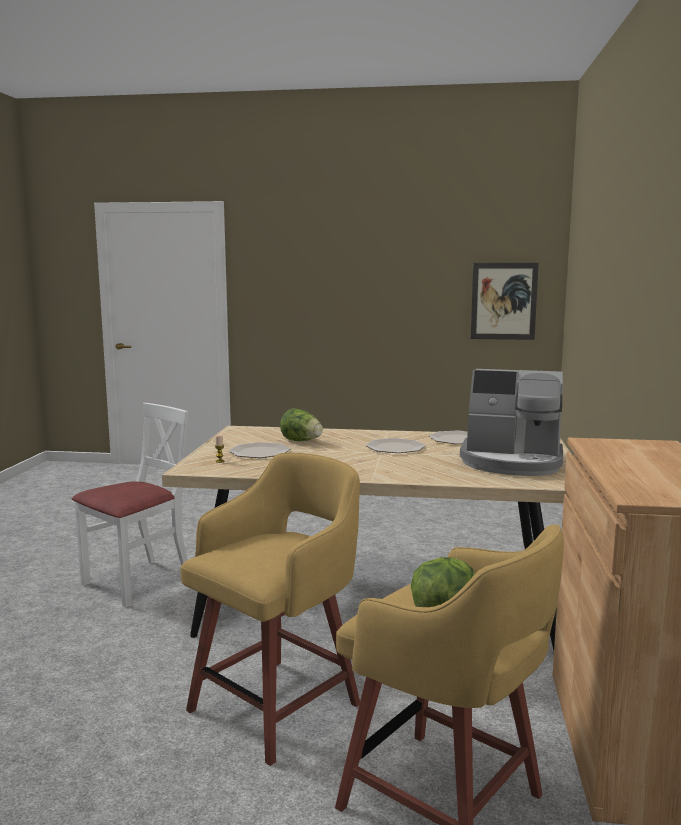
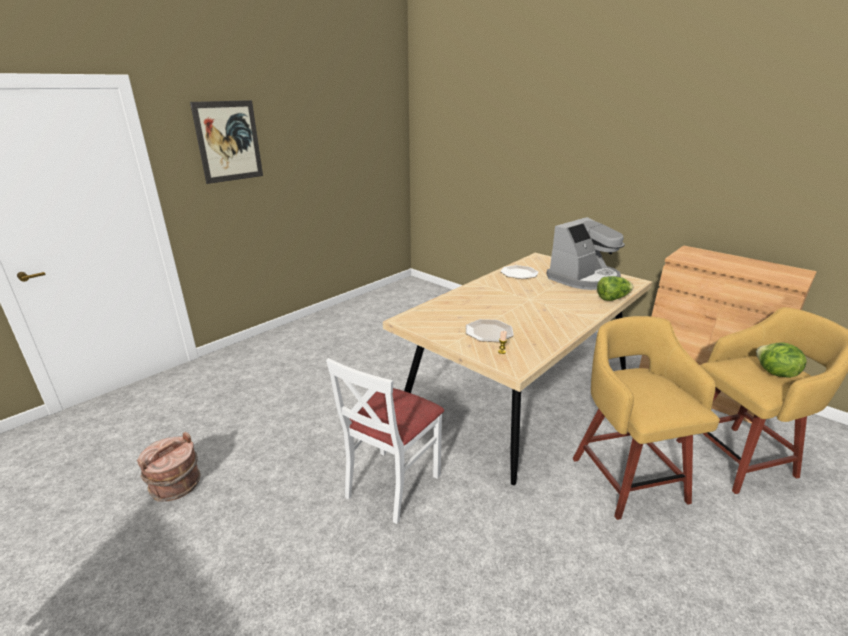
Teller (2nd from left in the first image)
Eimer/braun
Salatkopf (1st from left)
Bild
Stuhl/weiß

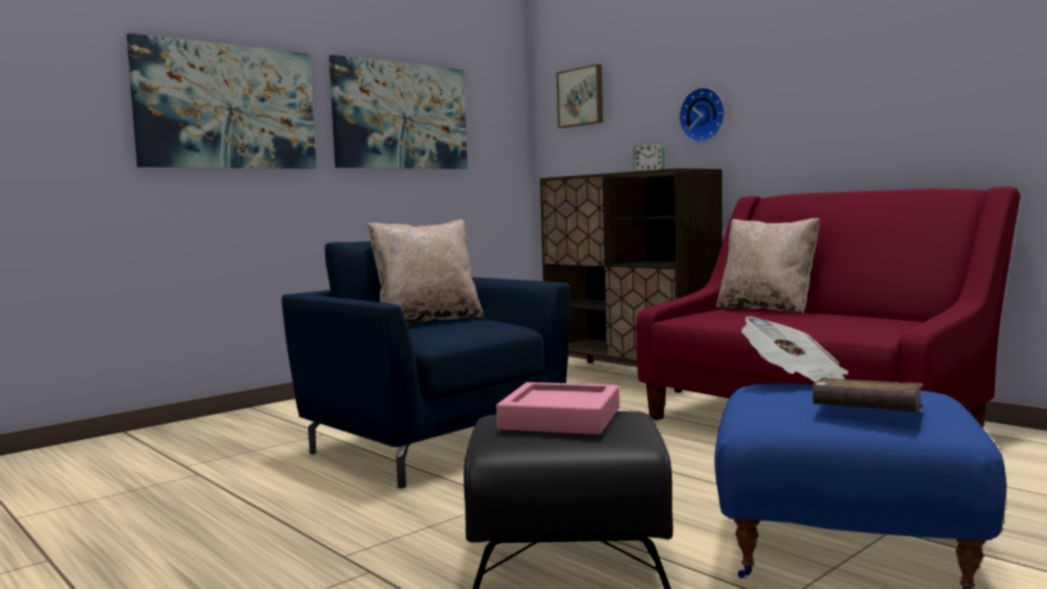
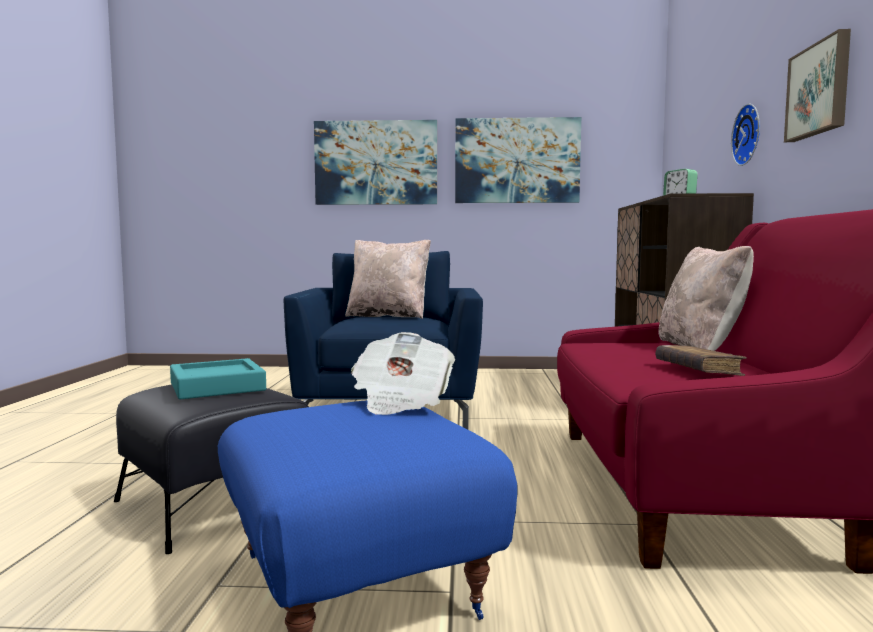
Bild (3rd from left)
Buch/braun
Tablett/türkis

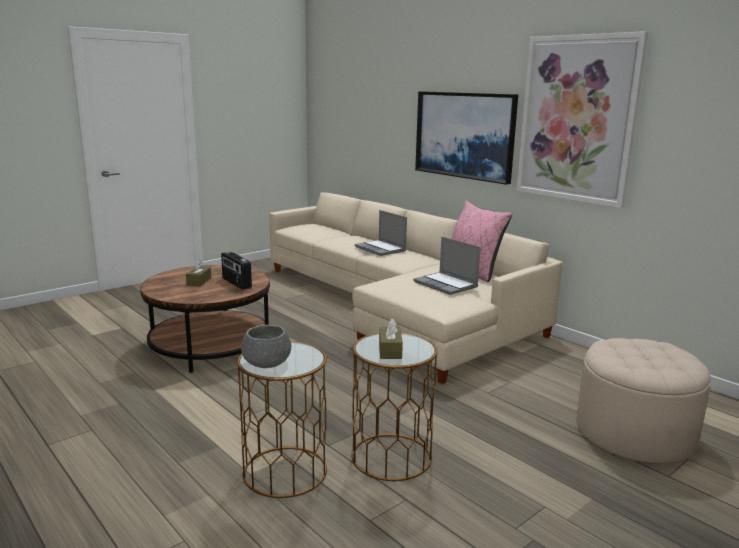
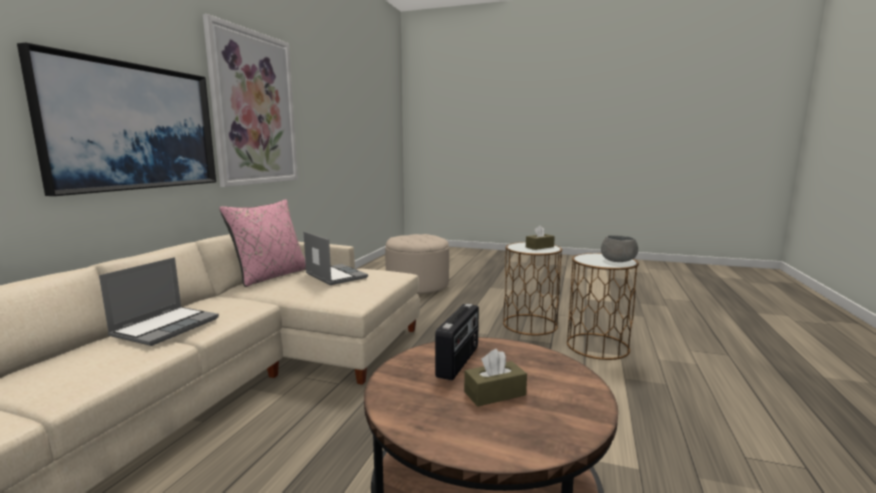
Laptop (2nd from left)

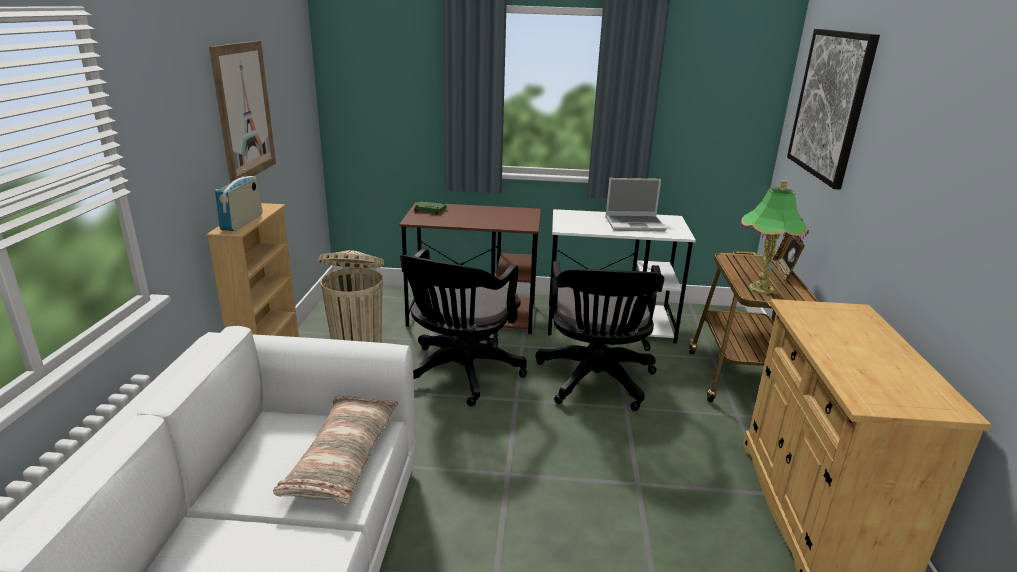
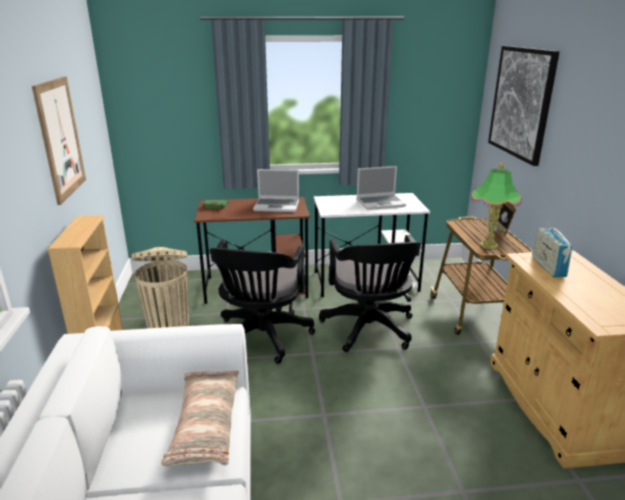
Laptop (1st from left)
Radio

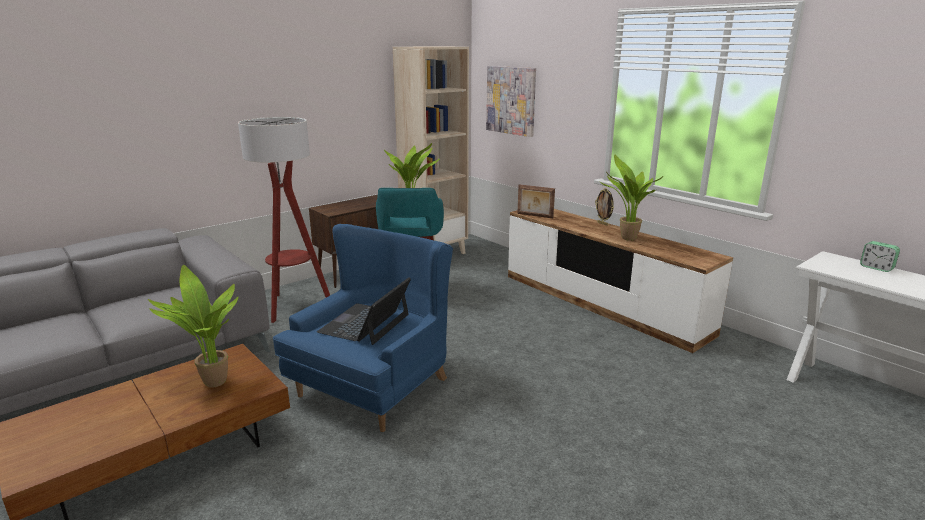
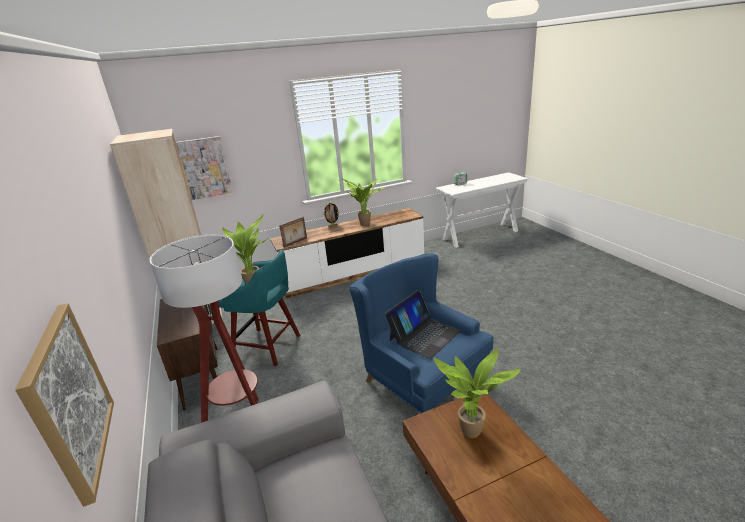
Bild (1st from left)
Laptop

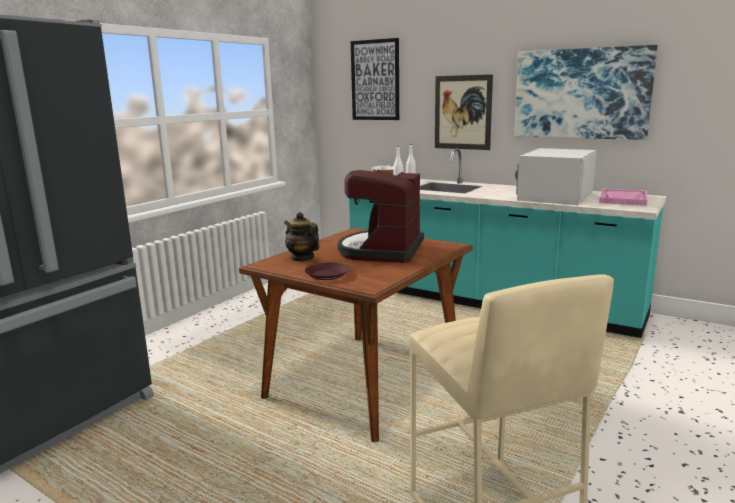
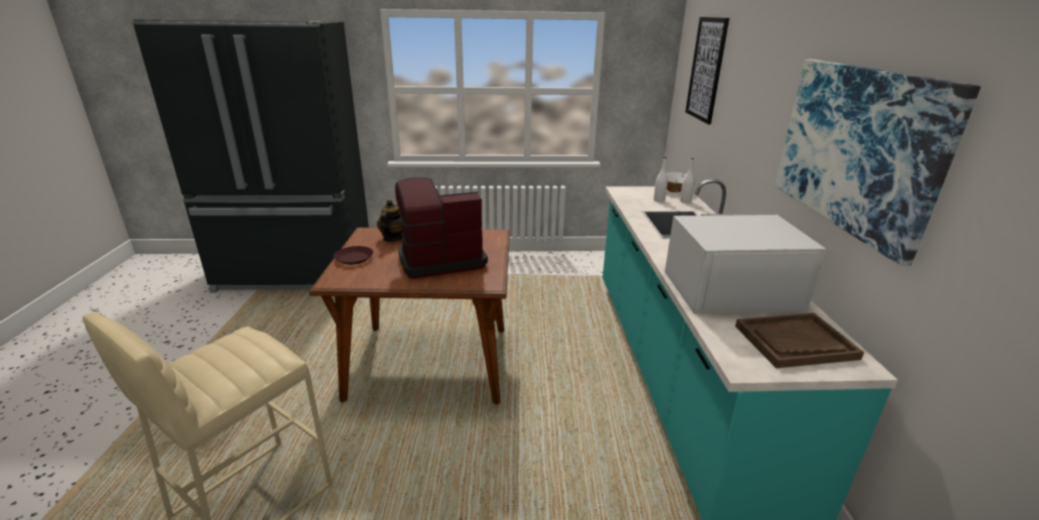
Bild (2nd from left in the first image)
Tablett/braun

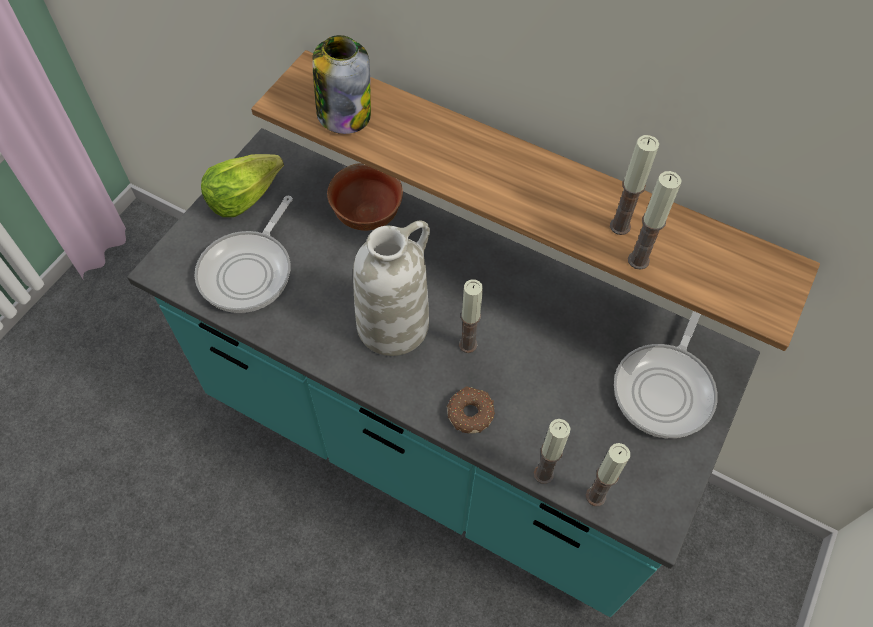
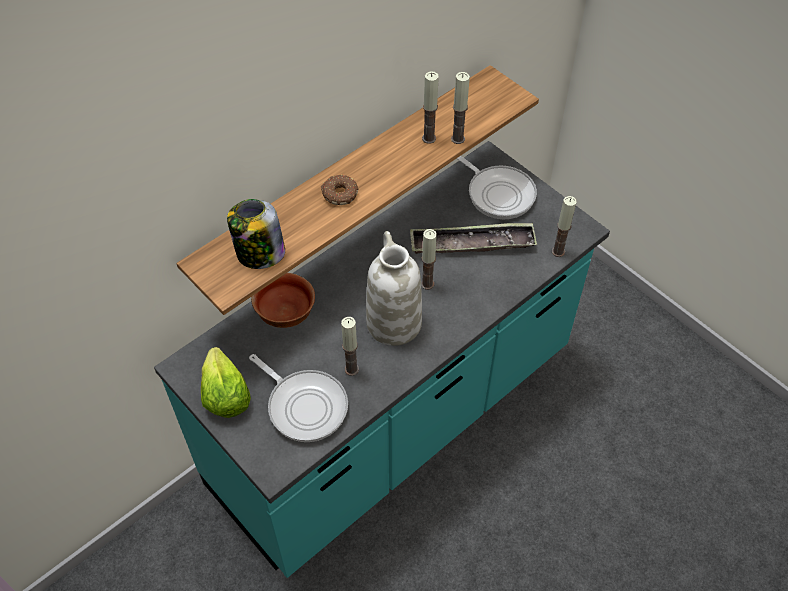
Tablett
Donut
Kerze (1st from left)

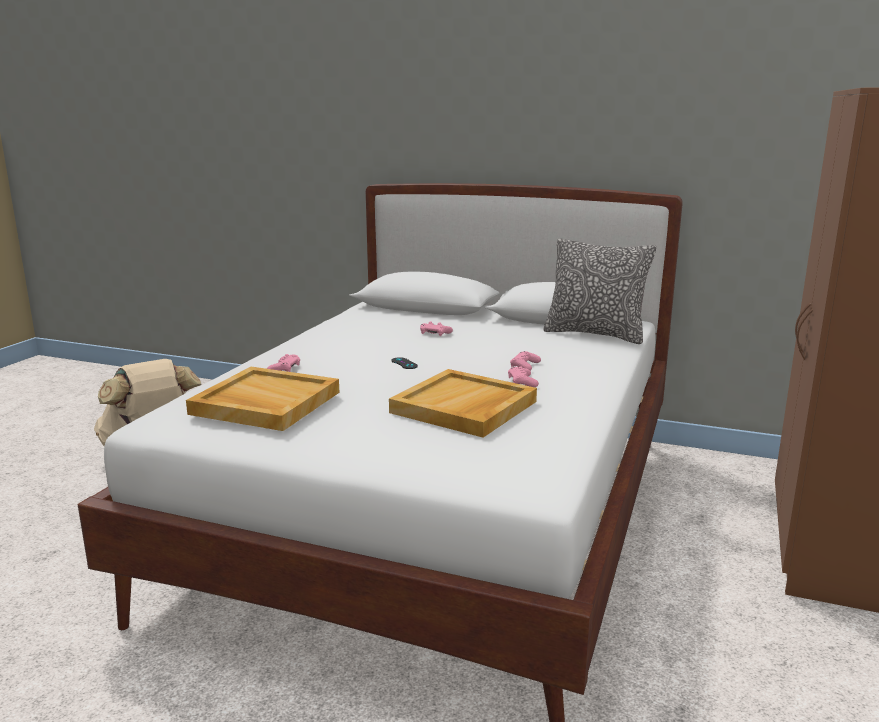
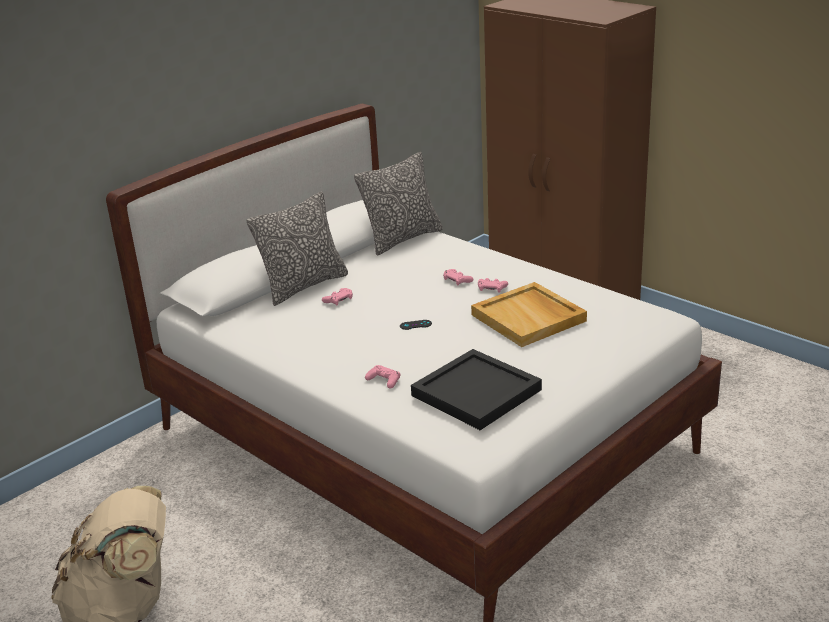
Kissen (1st from left)
Tablett/schwarz

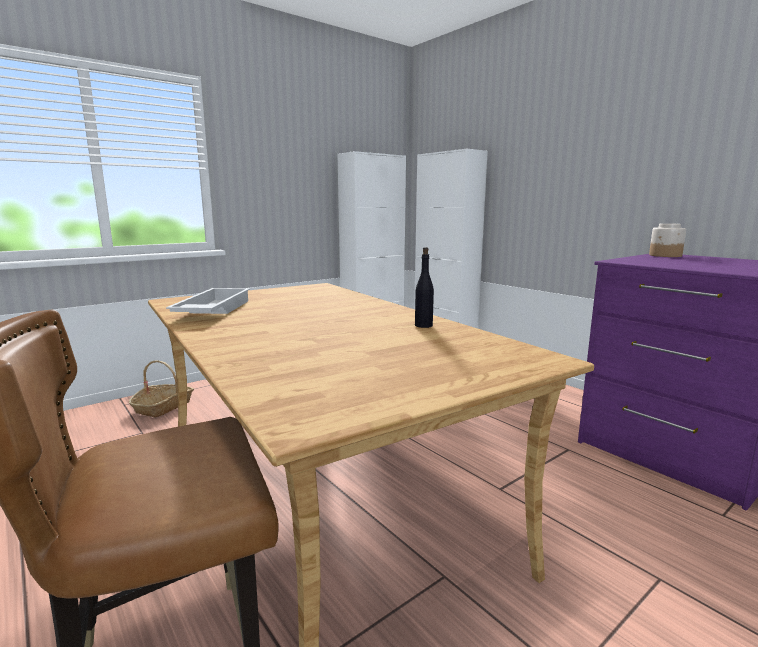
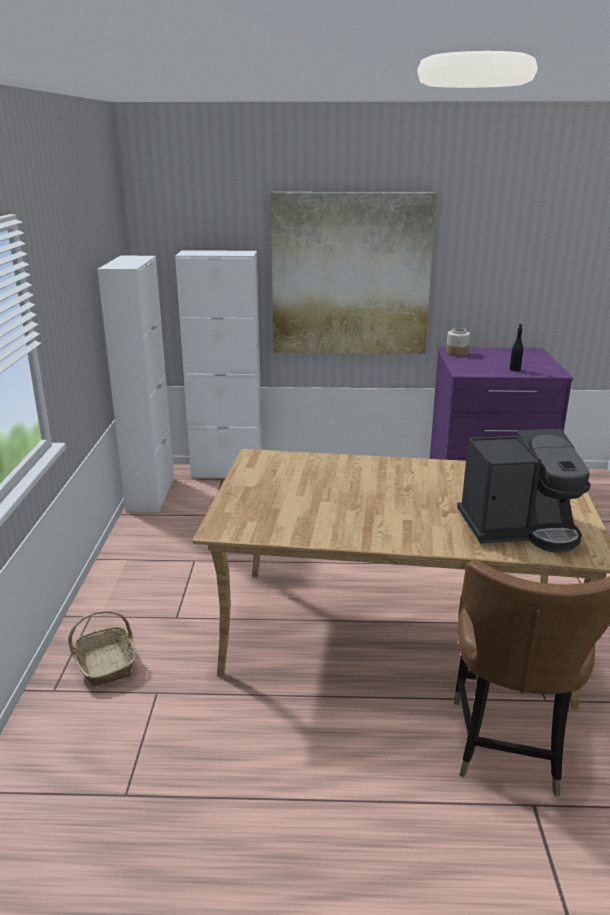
Tablett/weiß
Bild
Kaffeemaschine
Flasche/schwarz

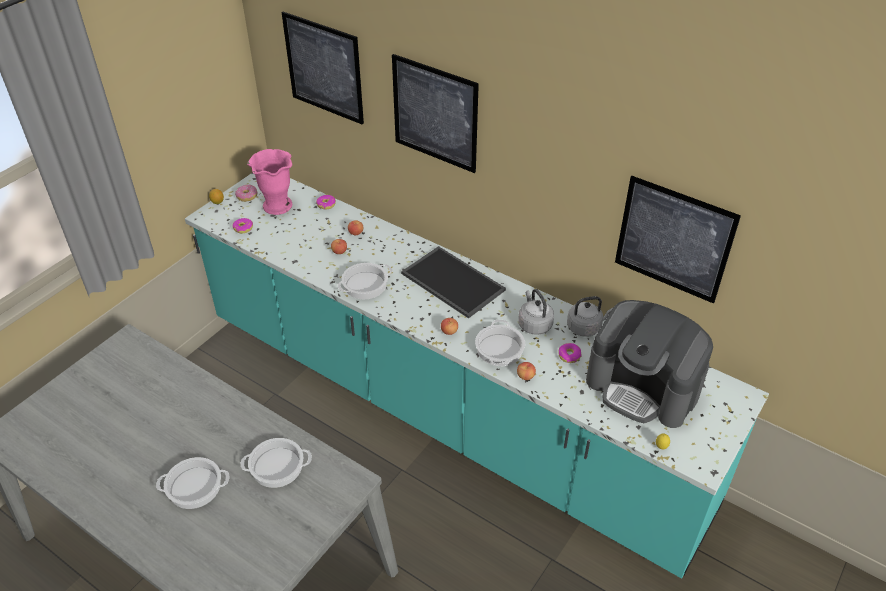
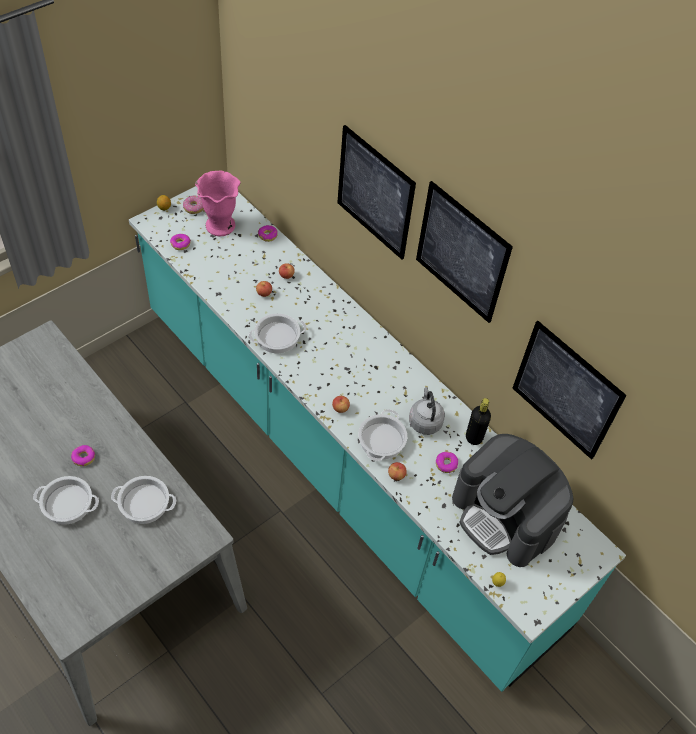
Tablett
Donut (1st from left)
Bild (2nd from left)
Flasche/schwarz

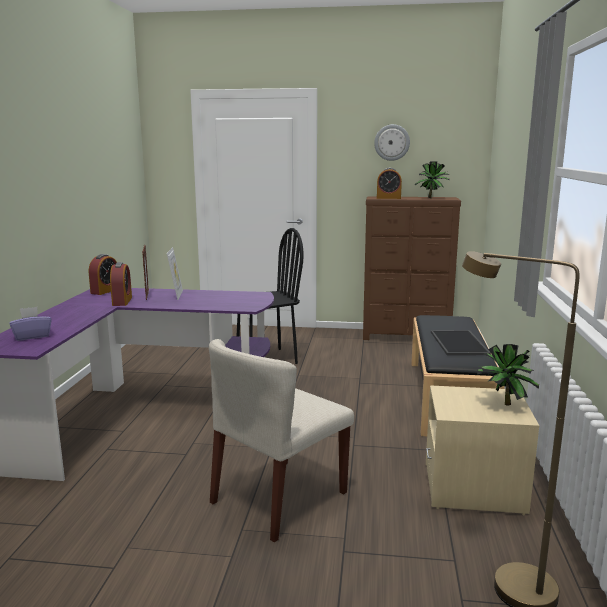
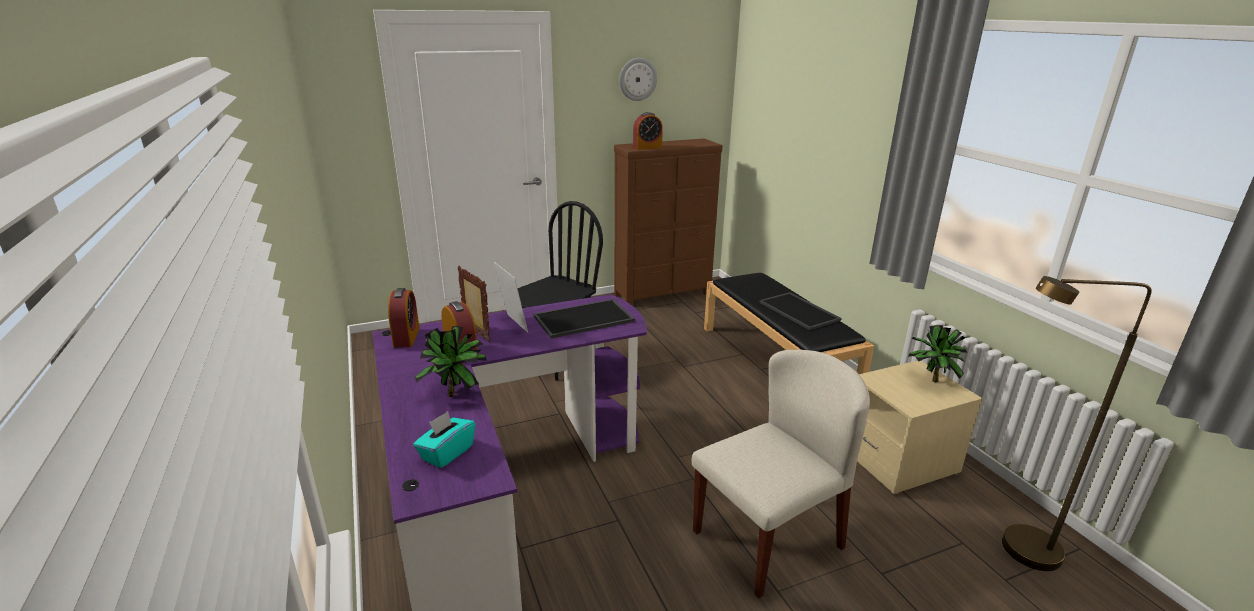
Tablett (1st from left)
Topfpflanze (1st from left)
Taschentuchbox/türkis
Stuhl/beige

